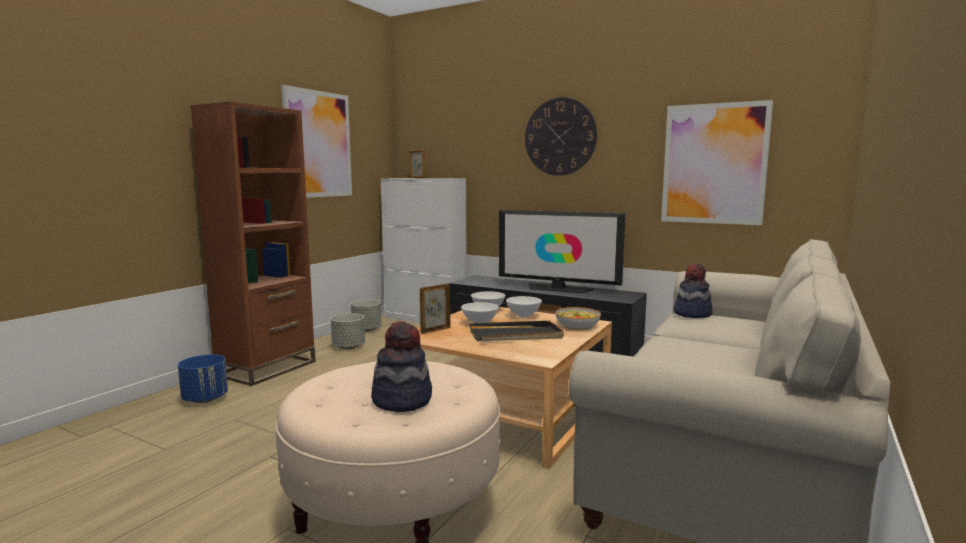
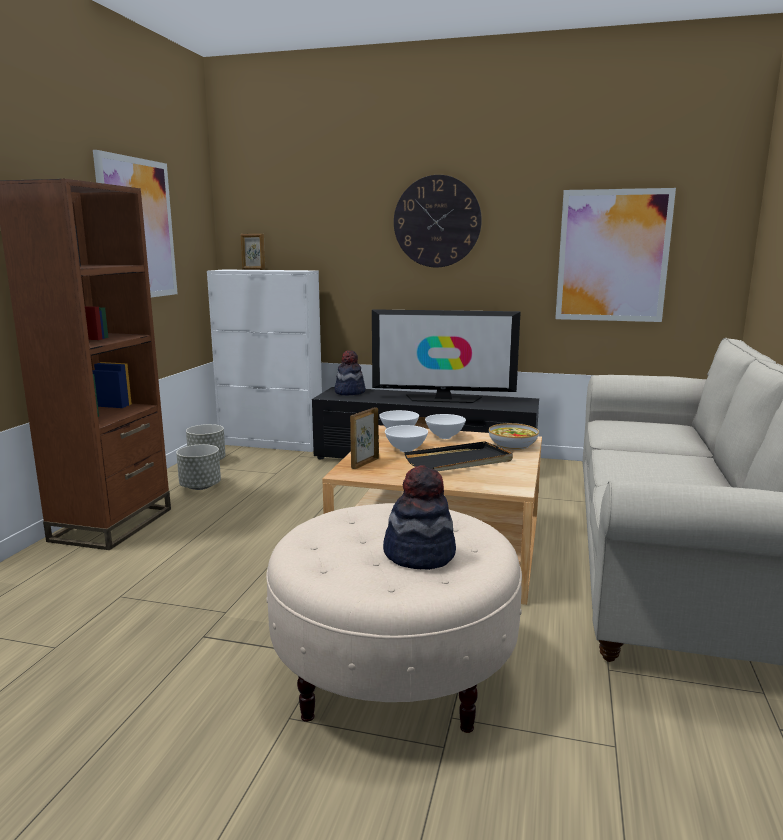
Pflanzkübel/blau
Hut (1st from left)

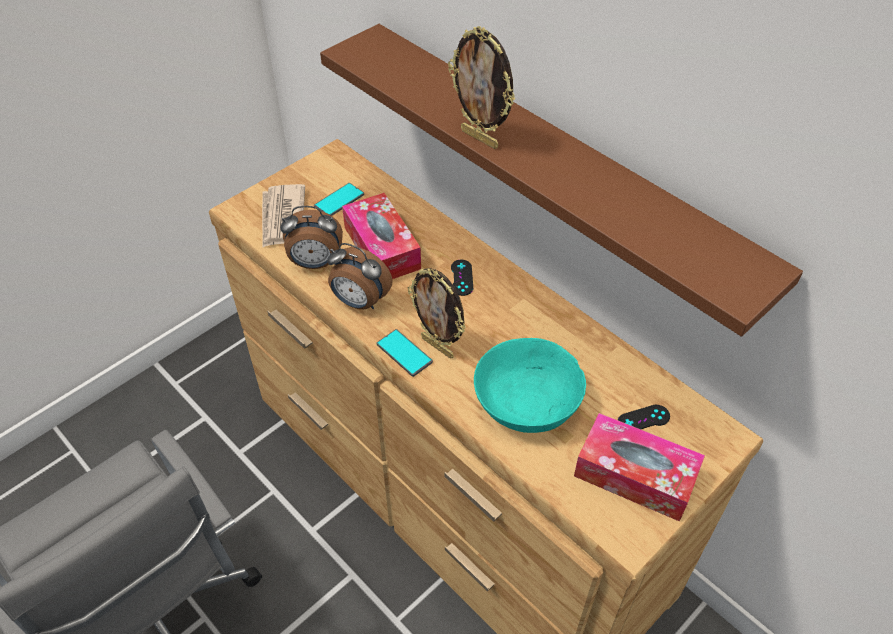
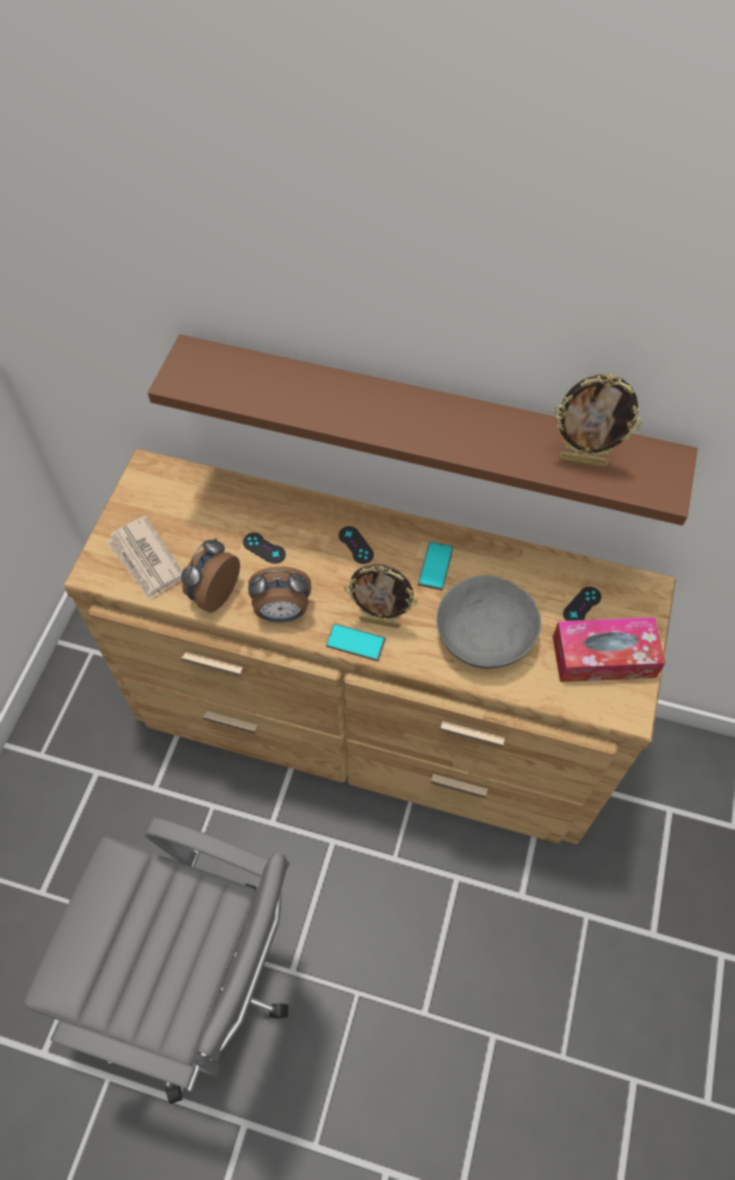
Handy (2nd from left)
Bilderrahmen (2nd from left)
Gamepad/schwarz (1st from left)
Schüssel/grau
Wecker (1st from left)

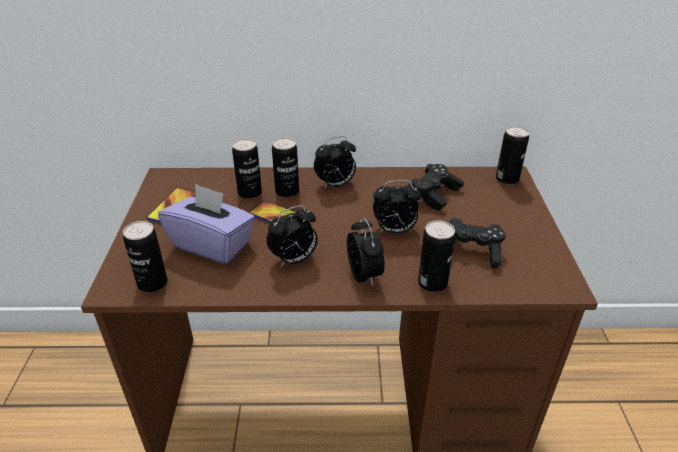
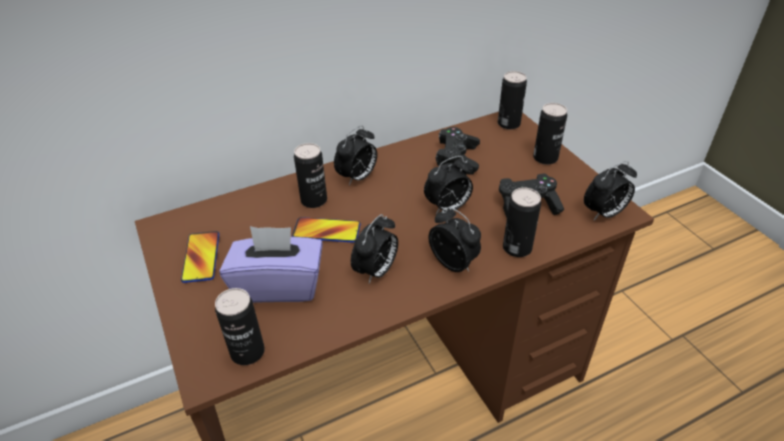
Wecker (5th from left)
Dose (5th from left)

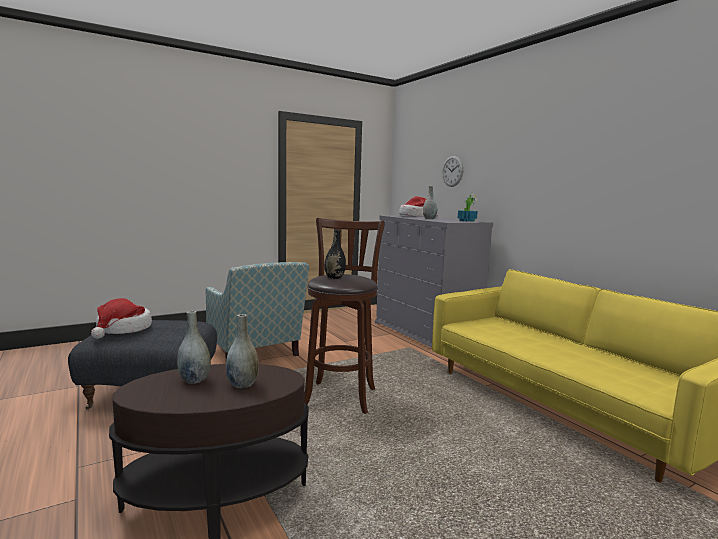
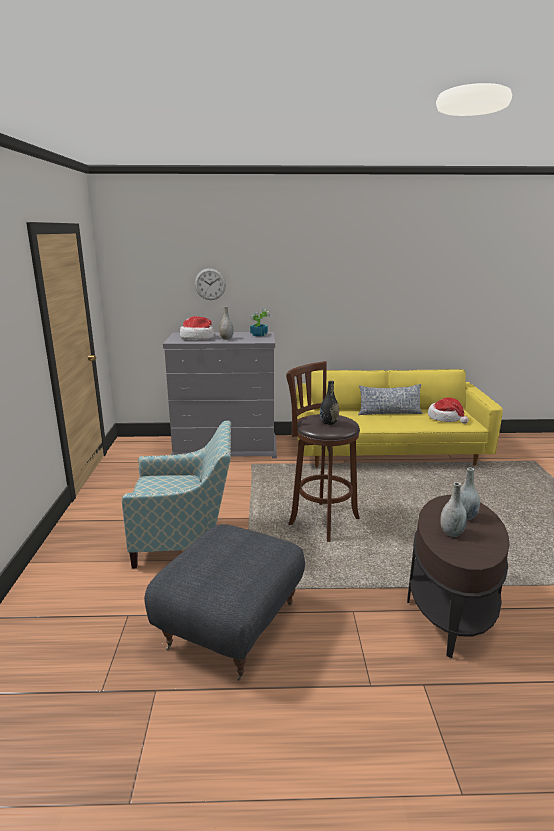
Kissen
Hut (2nd from left)

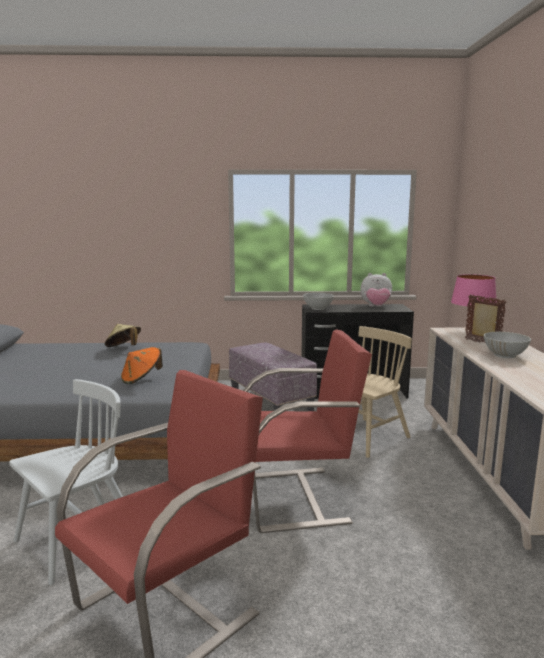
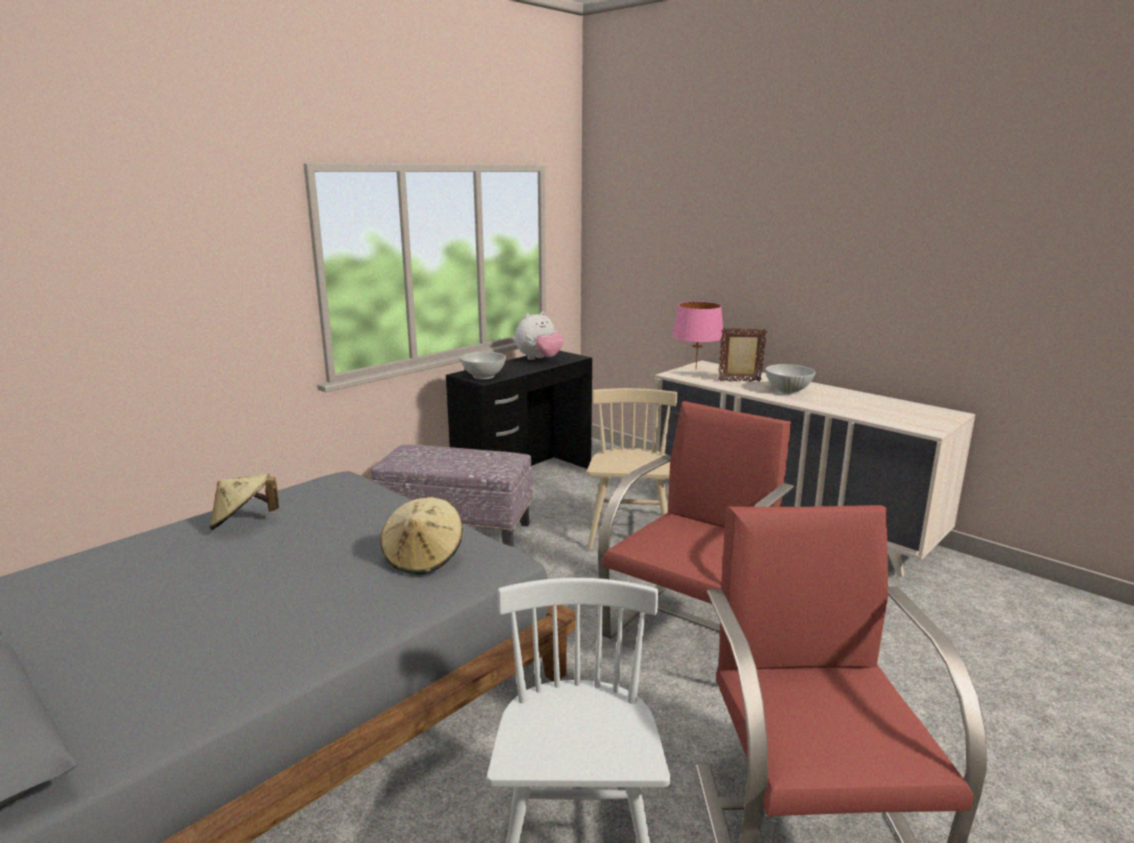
Hut/beige (2nd from left)

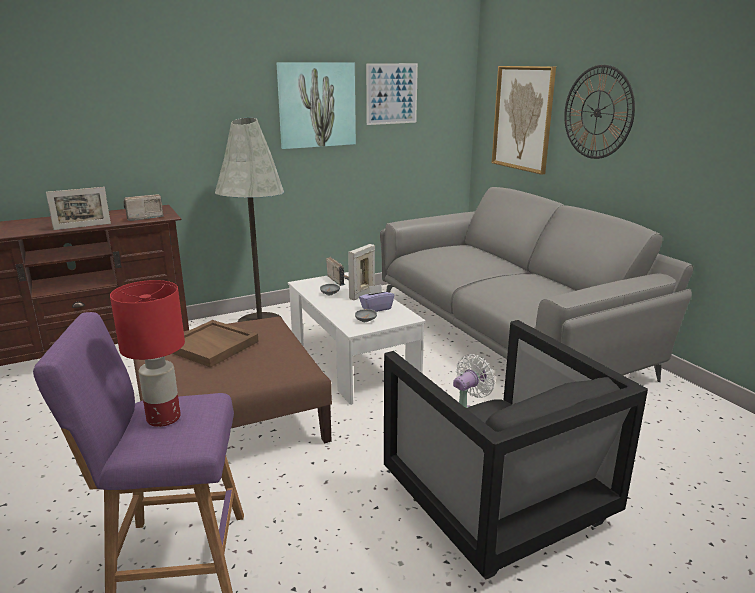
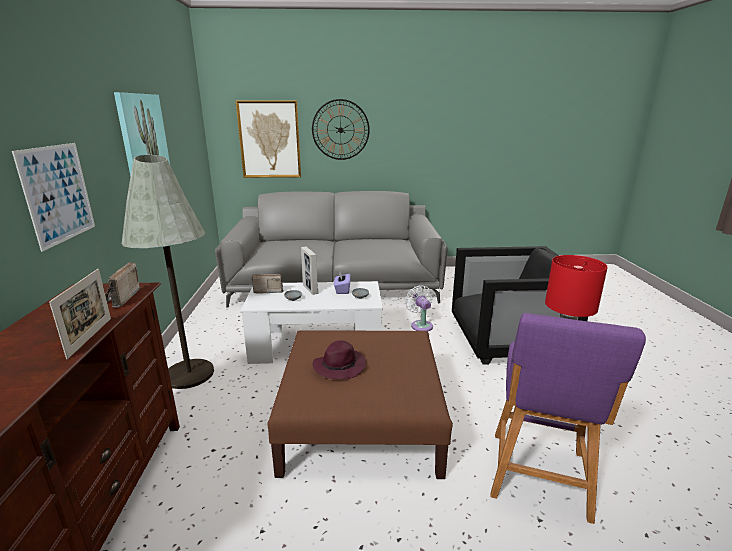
Bild (1st from left)
Hut/lila

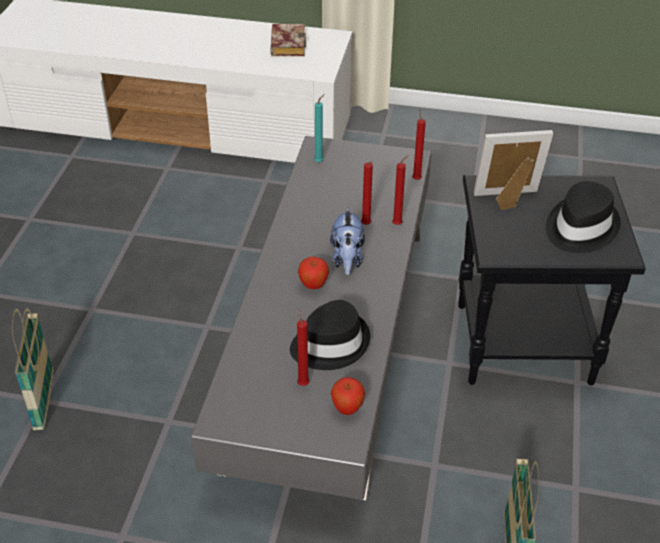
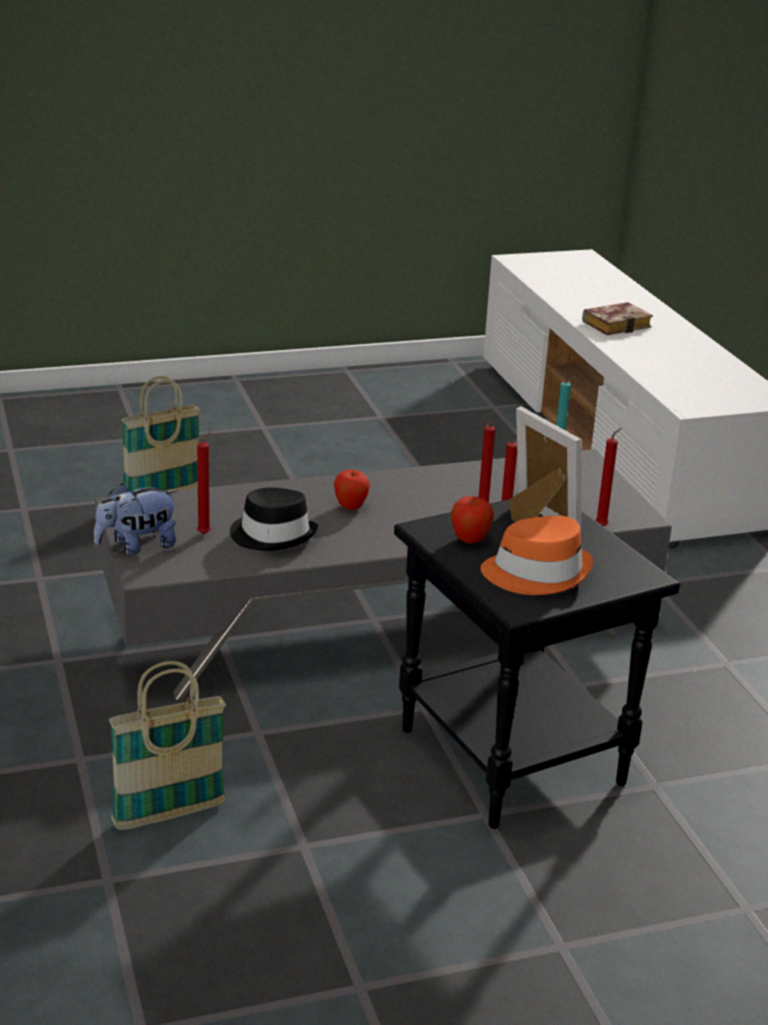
Buch
Plüschtier
Apfel (2nd from left)
Hut/orange

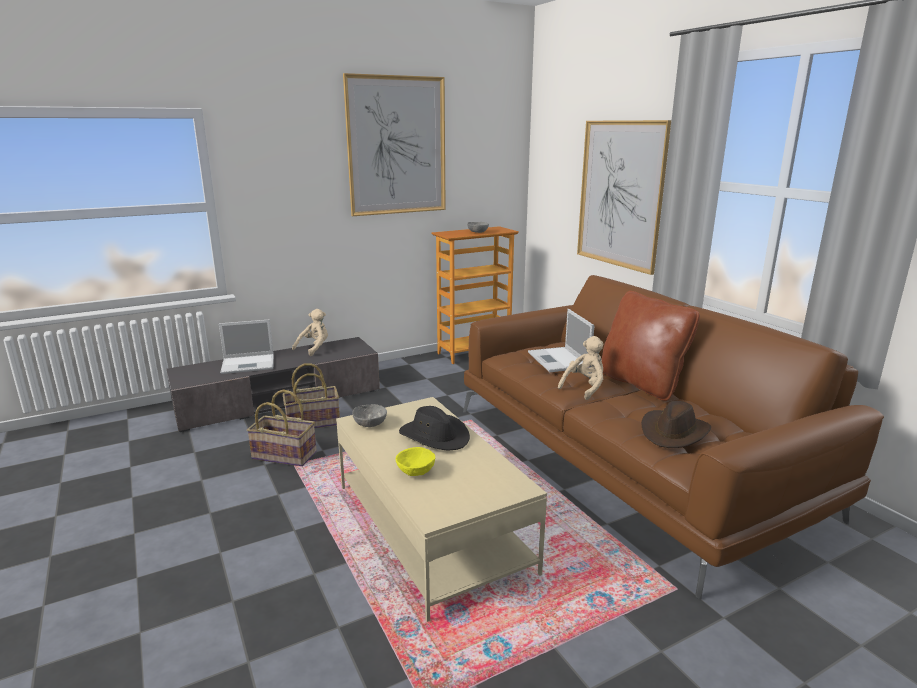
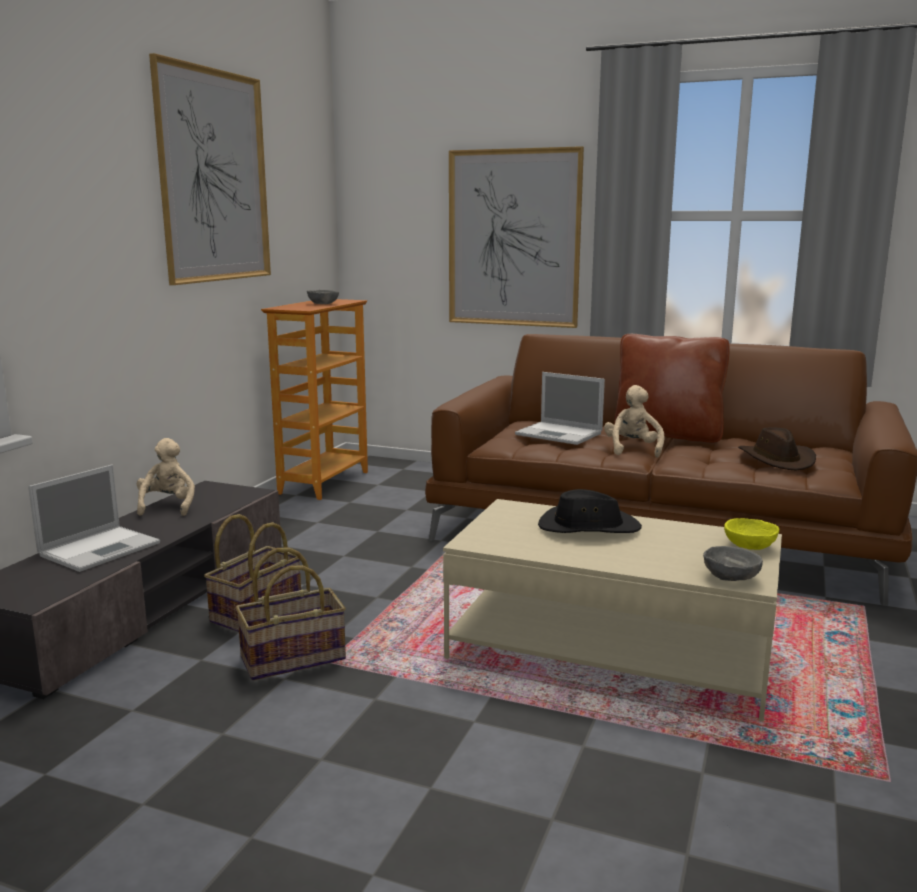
Schüssel/grau (2nd from left)
Schüssel/gelb

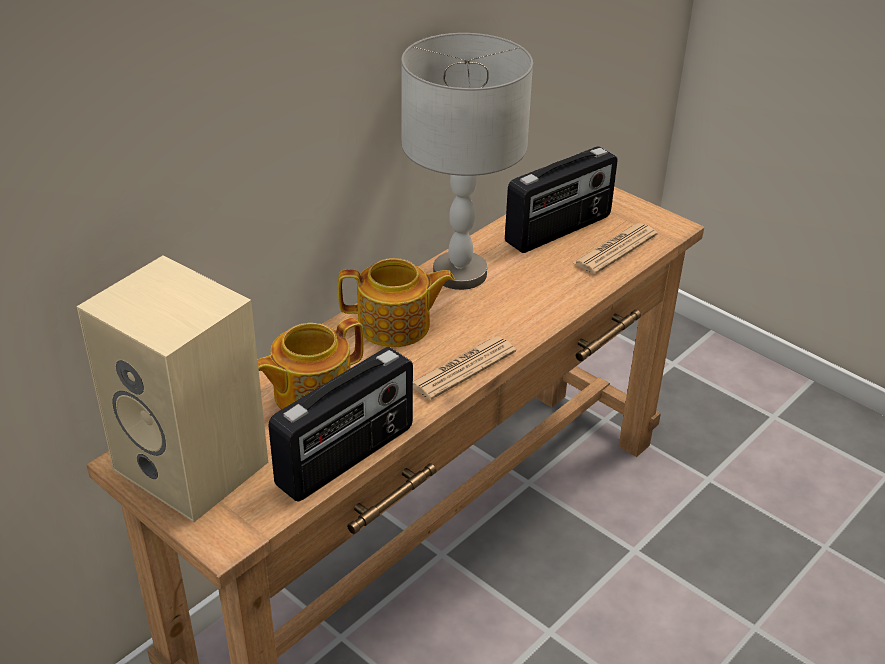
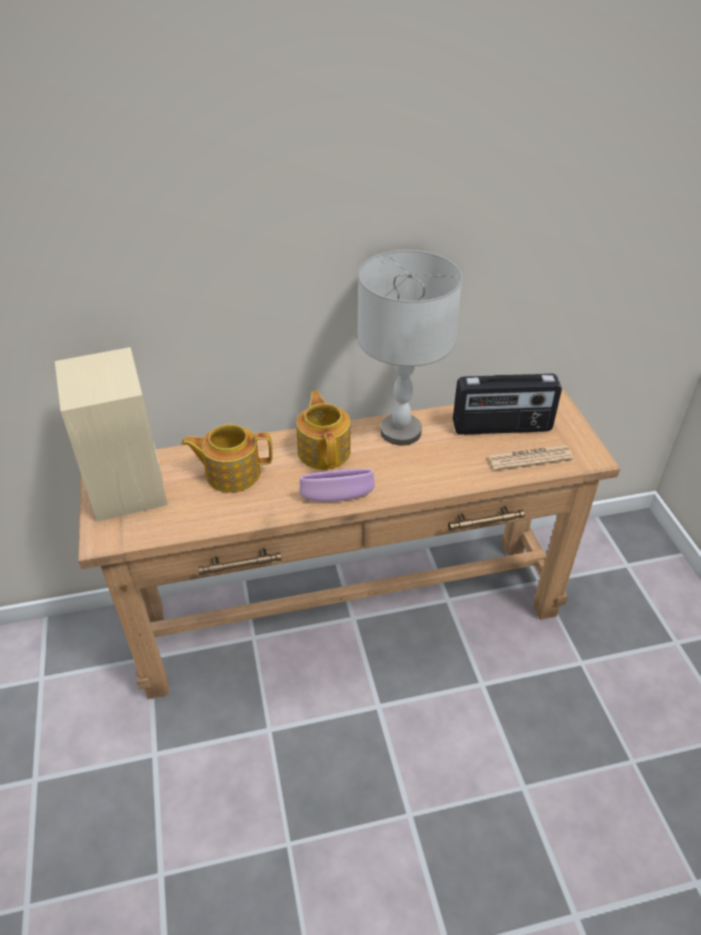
Radio (1st from left in the first image)
Schüssel/lila
Teekanne (2nd from left)

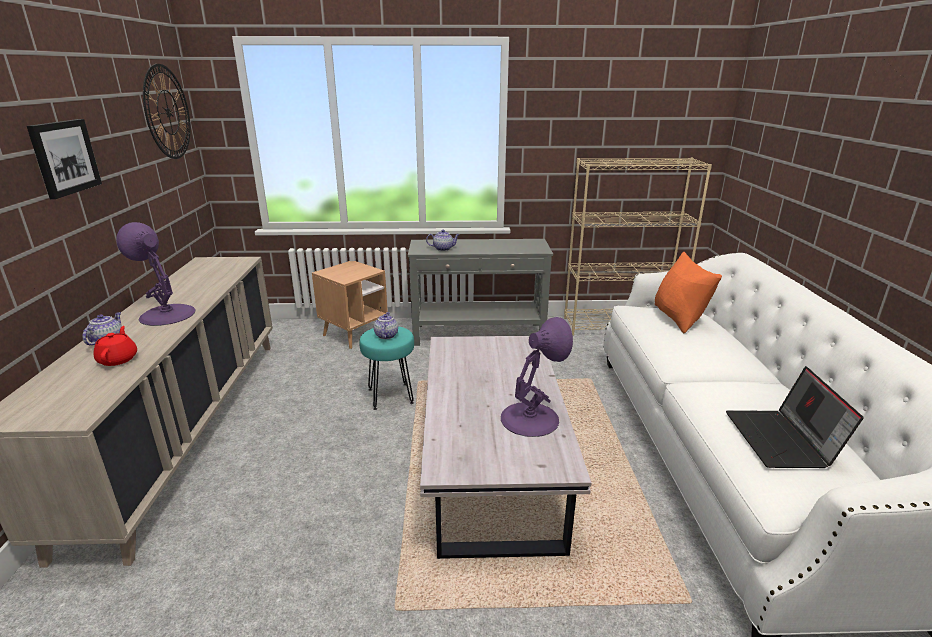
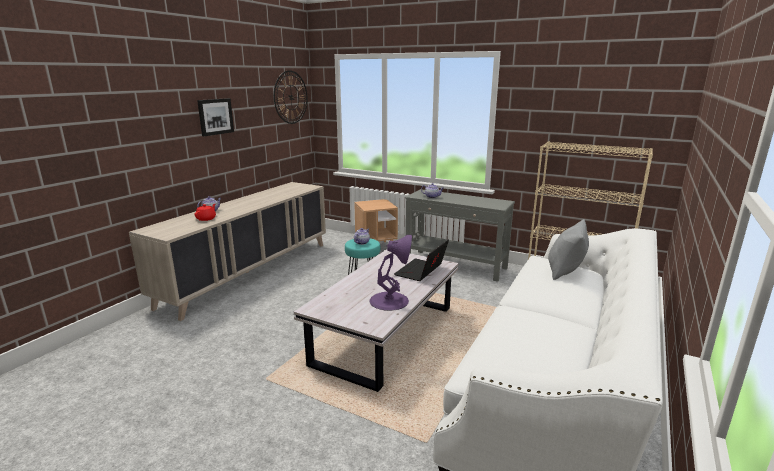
Tischlampe/lila (1st from left in the first image)
Laptop
Kissen/grau

